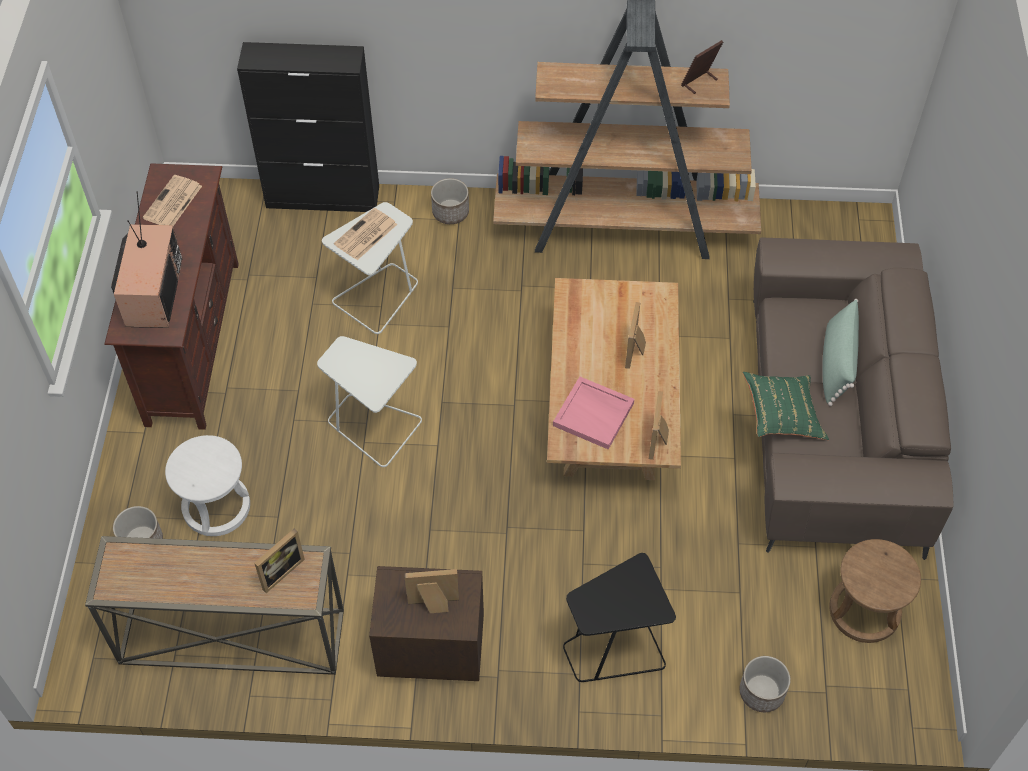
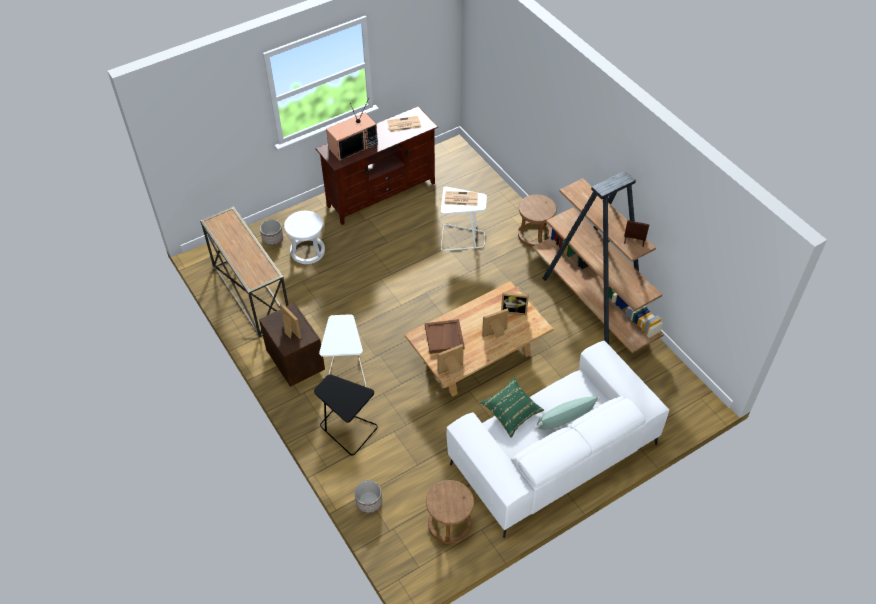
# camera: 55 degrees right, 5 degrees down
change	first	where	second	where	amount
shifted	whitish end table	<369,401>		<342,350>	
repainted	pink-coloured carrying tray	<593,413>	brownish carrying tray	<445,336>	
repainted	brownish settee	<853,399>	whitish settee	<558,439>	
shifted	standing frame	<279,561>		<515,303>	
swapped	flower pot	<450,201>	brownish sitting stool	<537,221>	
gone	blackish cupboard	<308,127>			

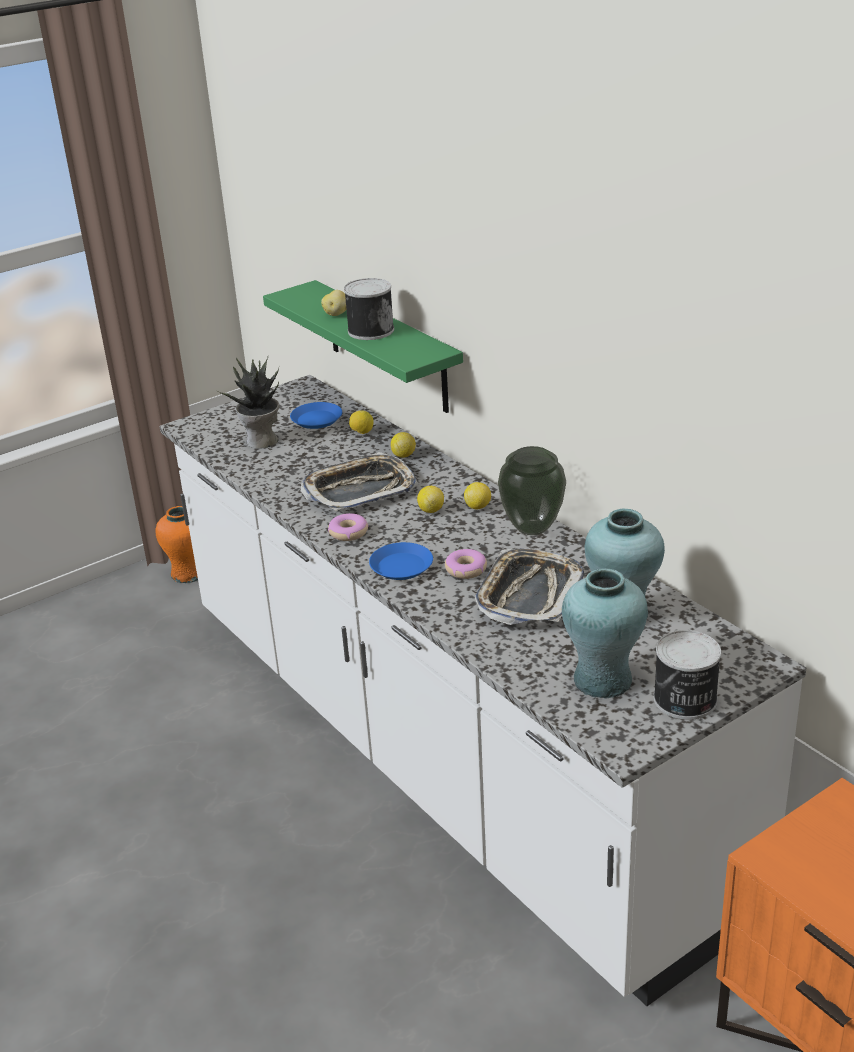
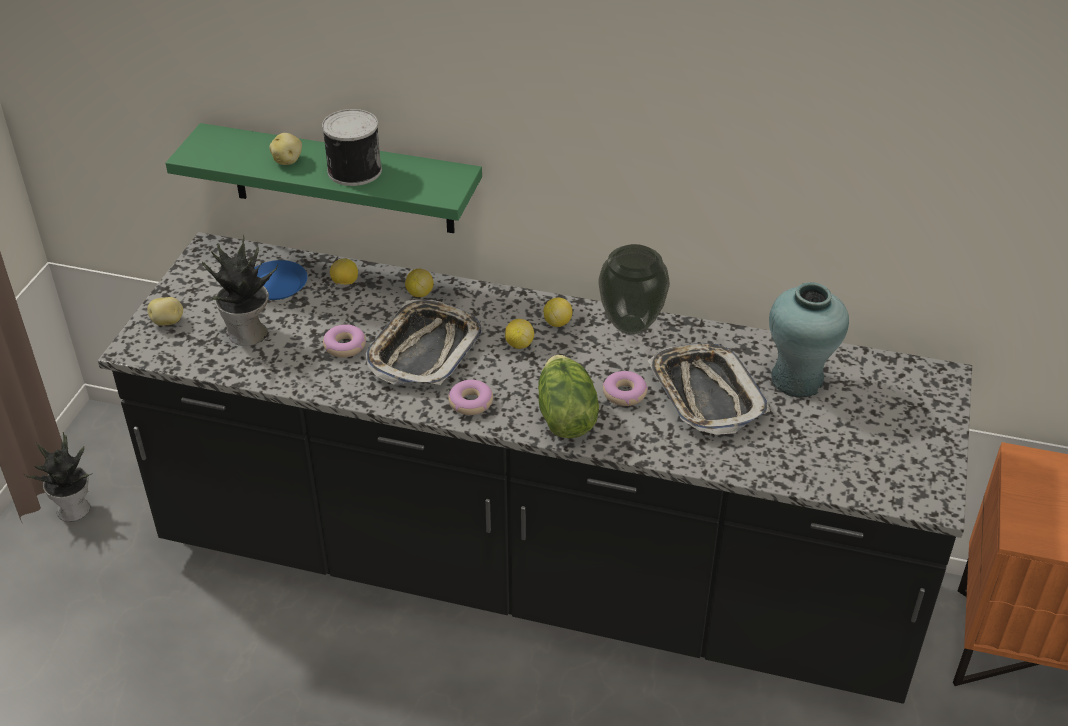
# camera: 40 degrees left, 10 degrees up
change	first	where	second	where	amount
swapped	orange vase	<176,545>	potted plant	<57,477>	
repainted	whitish kitchen counter	<483,690>	blackish kitchen counter	<535,468>	
new			whole potato	<165,311>	
new			doughnut	<344,341>	
swapped	blue plate	<401,561>	lettuce	<568,396>	
gone	turquoise-coloured vase	<605,633>			
gone	can	<687,675>			

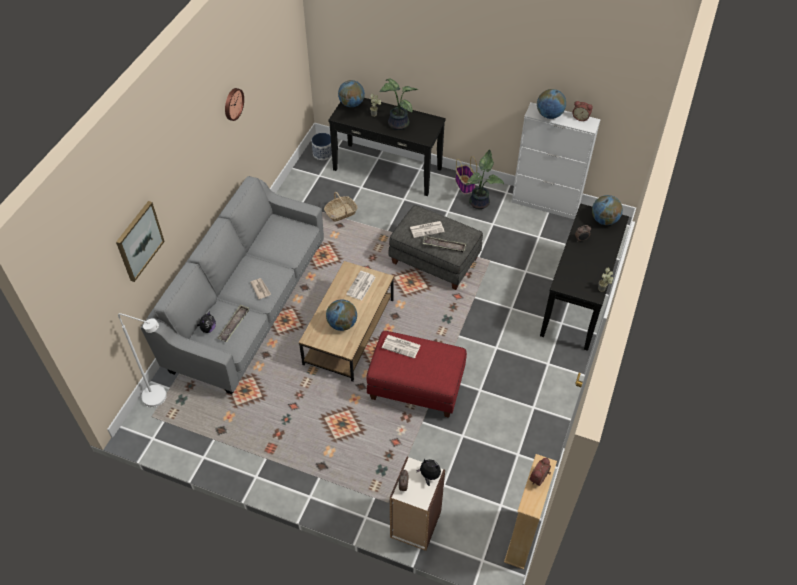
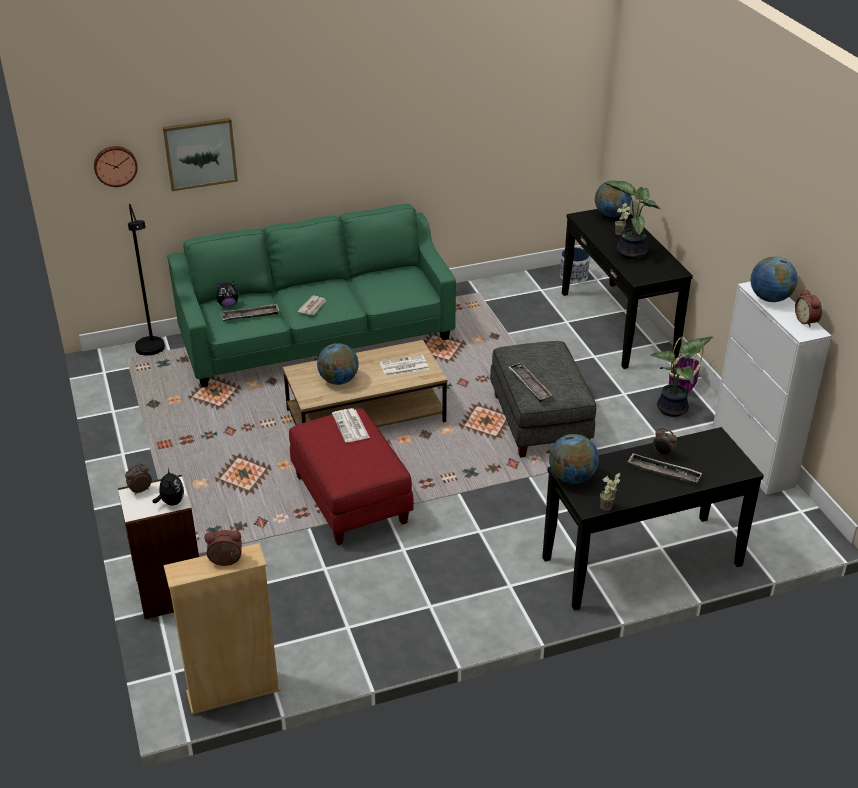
# camera: 50 degrees right, 15 degrees down
change	first	where	second	where	amount
shifted	wall clock	<234,104>		<116,166>	
repainted	whitish standard lamp	<142,360>	blackish standard lamp	<146,280>	
repainted	gray settee	<232,285>	greenish settee	<311,295>	
shifted	globe	<607,210>		<574,459>	
new			carrying tray	<665,468>	
gone	storage basket	<341,207>			
gone	daily paper	<427,229>			

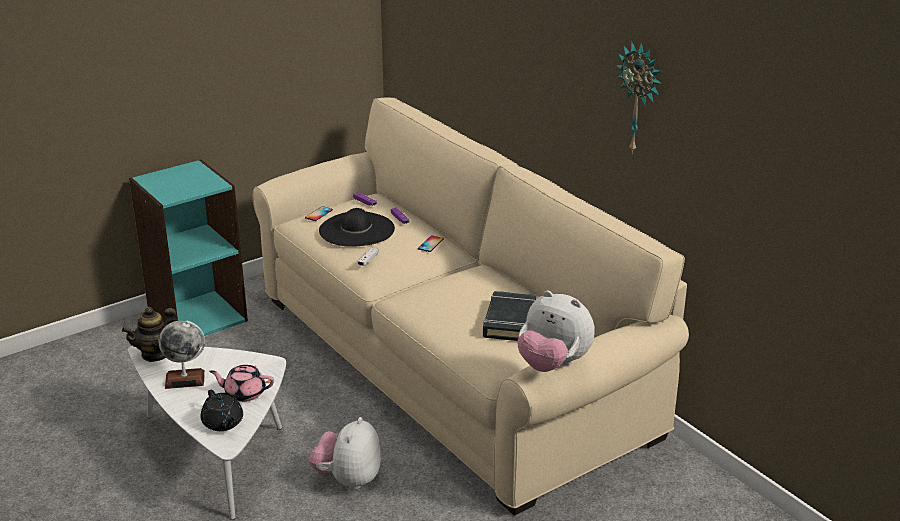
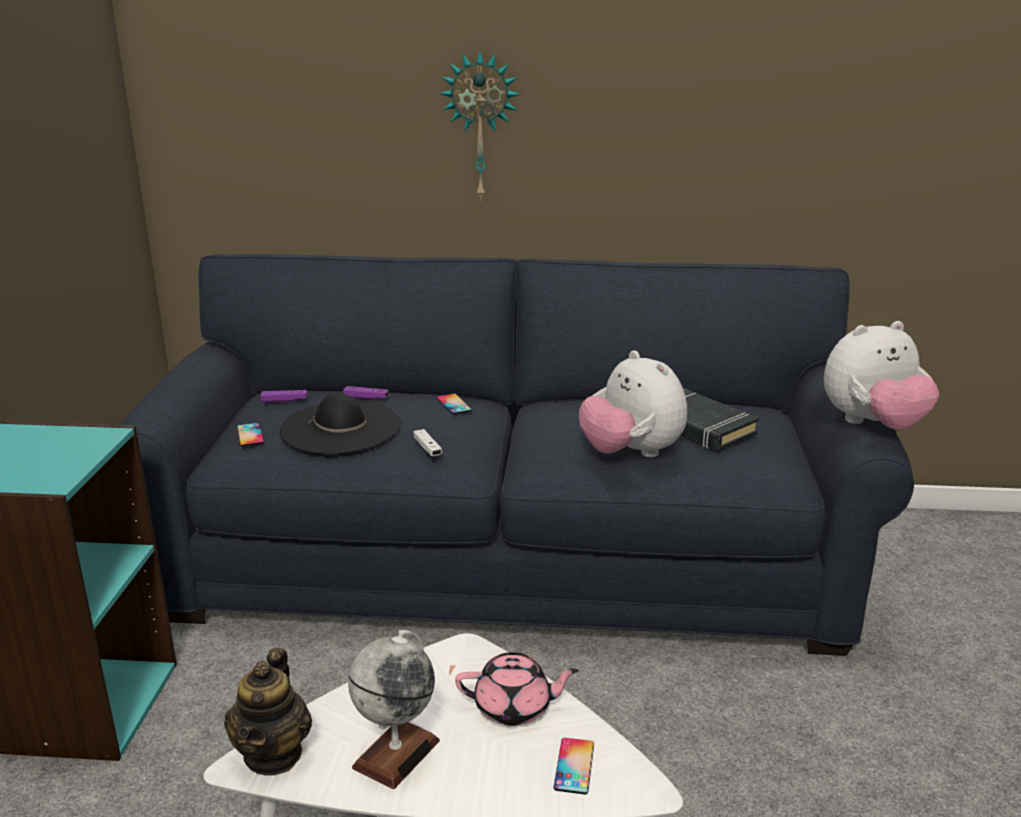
# camera: 50 degrees left, 5 degrees down
change	first	where	second	where	amount
repainted	beige-coloured settee	<470,306>	blue settee	<517,455>	
shifted	wall clock	<639,97>		<480,125>	
rotated	pink-coloured teapot	<241,383>		<517,689>	135 degrees counterclockwise
swapped	blackish teapot	<221,410>	telephone	<574,766>	
shifted	soft toy	<345,453>		<633,404>	

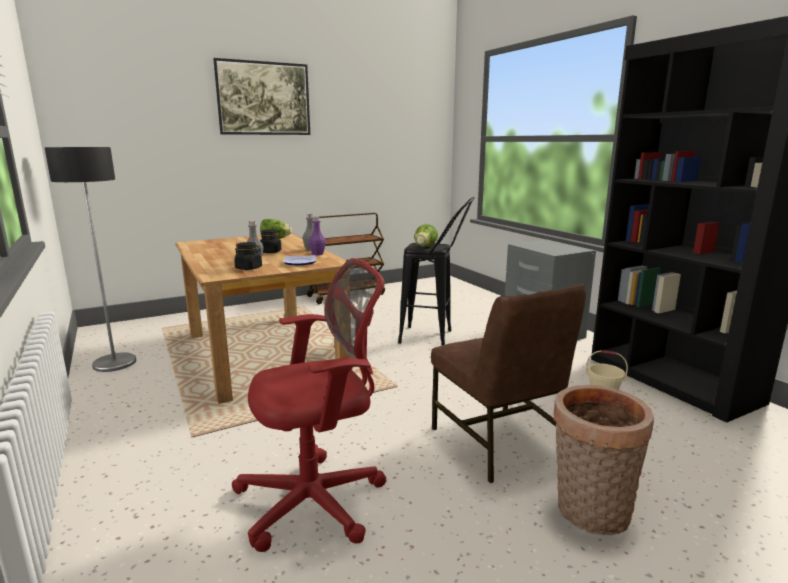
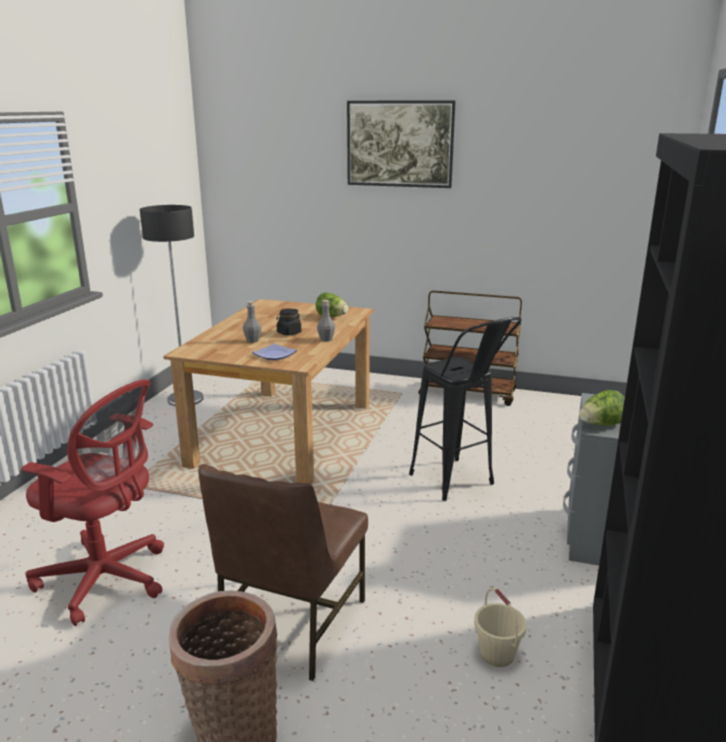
# camera: 45 degrees right, 5 degrees up
change	first	where	second	where	amount
shifted	lettuce	<426,235>		<602,408>	
gone	blackish jar	<248,256>			
gone	purple-coloured drink bottle	<317,236>			

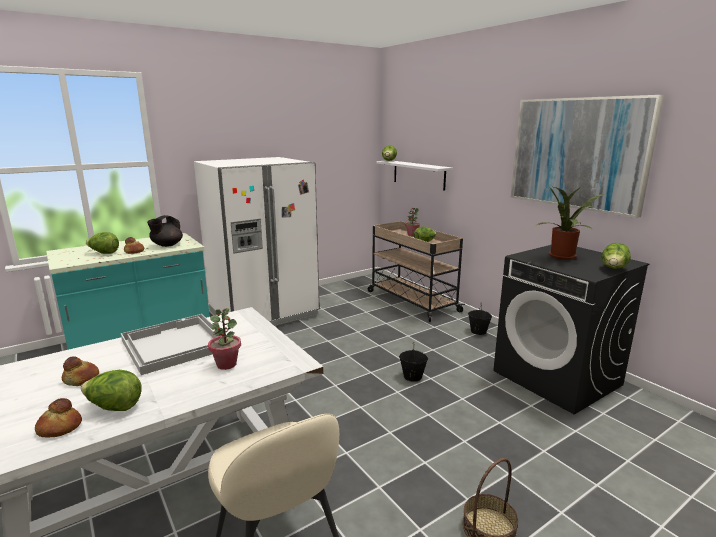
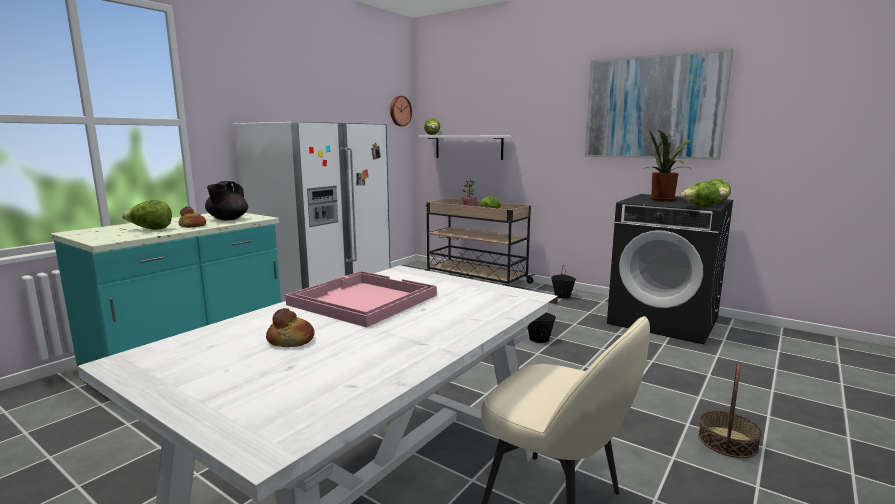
# camera: 20 degrees left, 5 degrees down
change	first	where	second	where	amount
repainted	whitish carrying tray	<171,344>	pink-coloured carrying tray	<361,299>	
new			wall clock	<401,111>	
shifted	lettuce	<111,390>		<700,194>	
gone	bakery bread	<58,417>			
gone	potted plant	<224,339>			

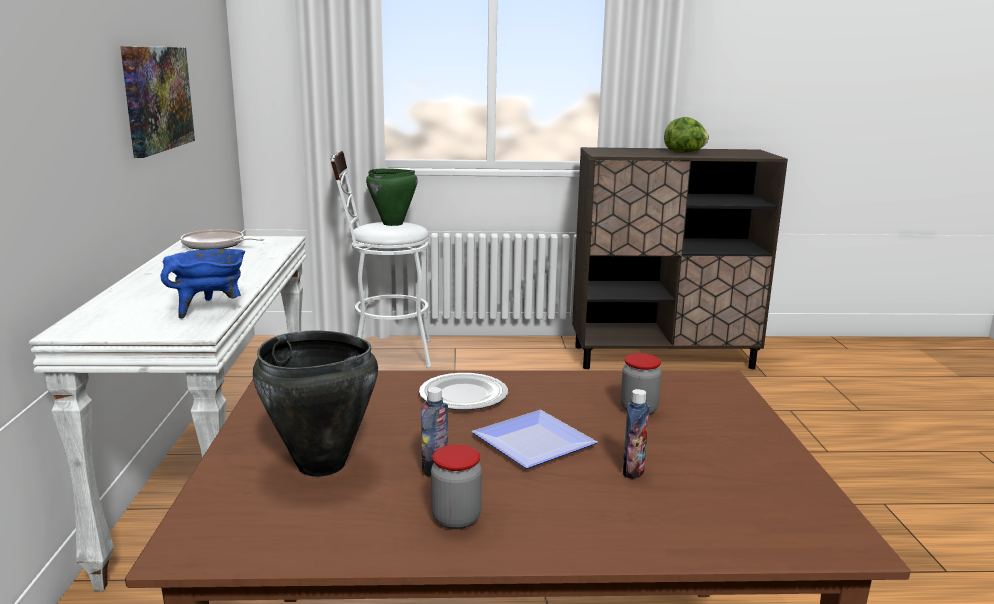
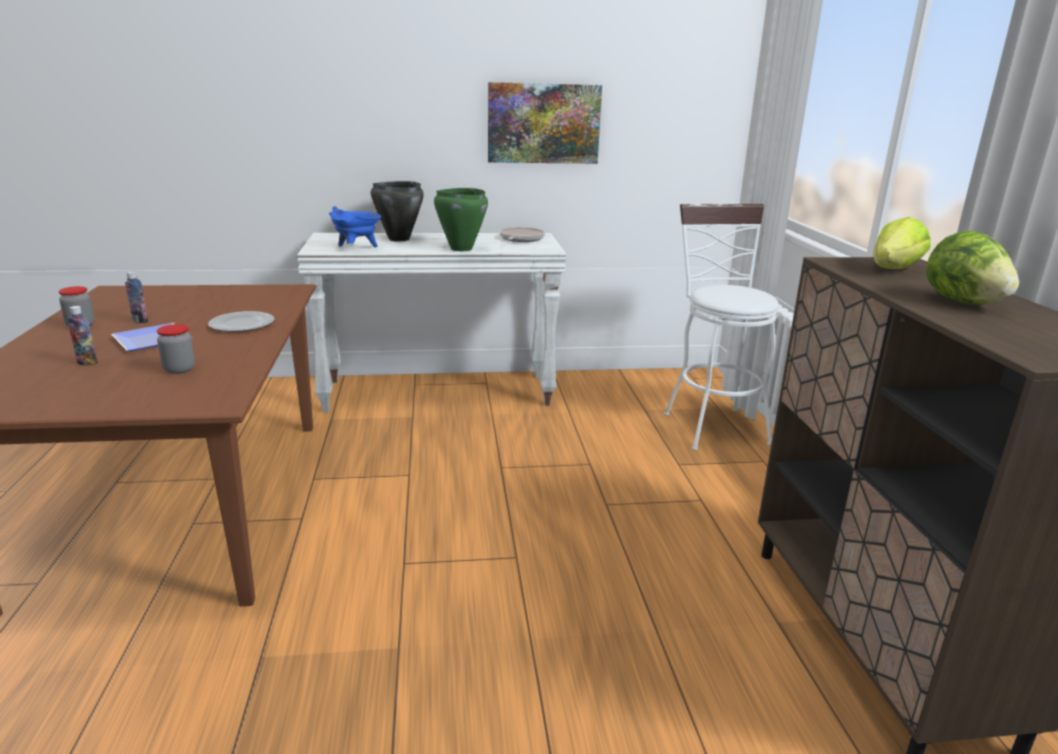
# camera: 85 degrees right, 5 degrees up
change	first	where	second	where	amount
shifted	blackish saucepot	<315,404>		<397,211>	
shifted	greenish saucepot	<392,197>		<461,219>	
new			lettuce	<901,243>	

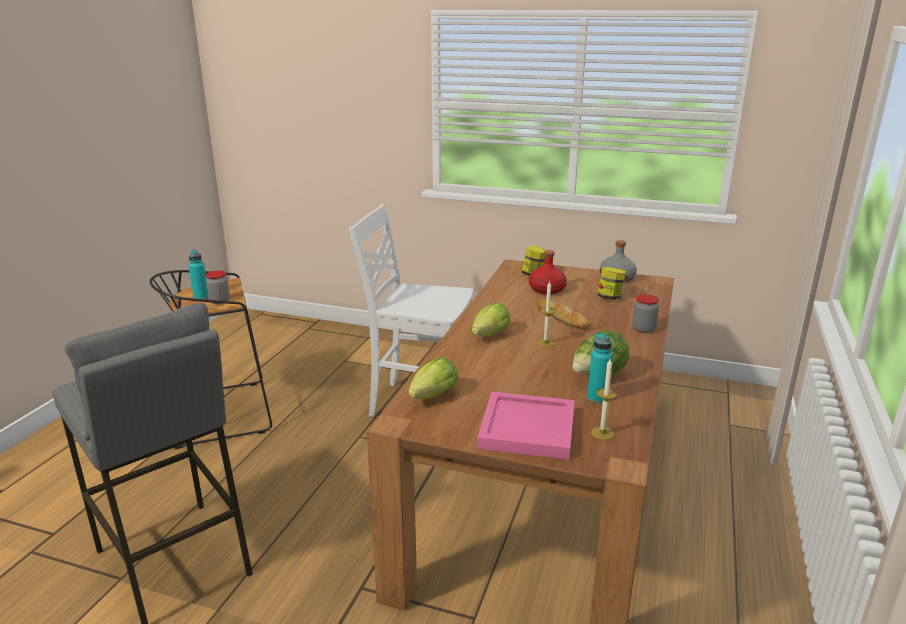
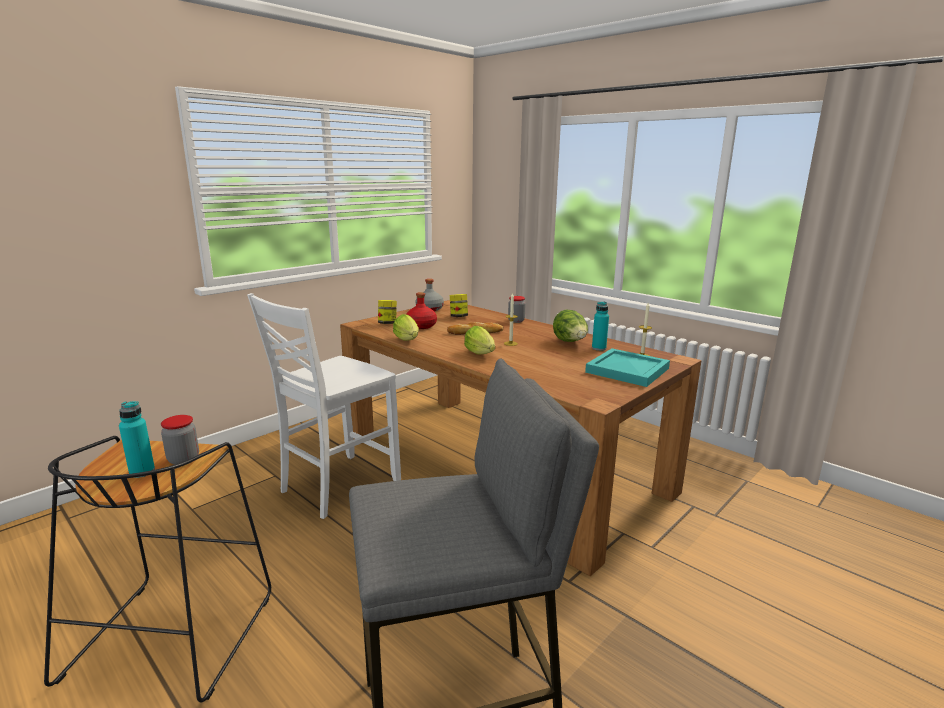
# camera: 65 degrees left, 5 degrees down
change	first	where	second	where	amount
shifted	lettuce	<433,378>		<406,327>	
repainted	pink-coloured carrying tray	<526,425>	turquoise-coloured carrying tray	<627,367>	

